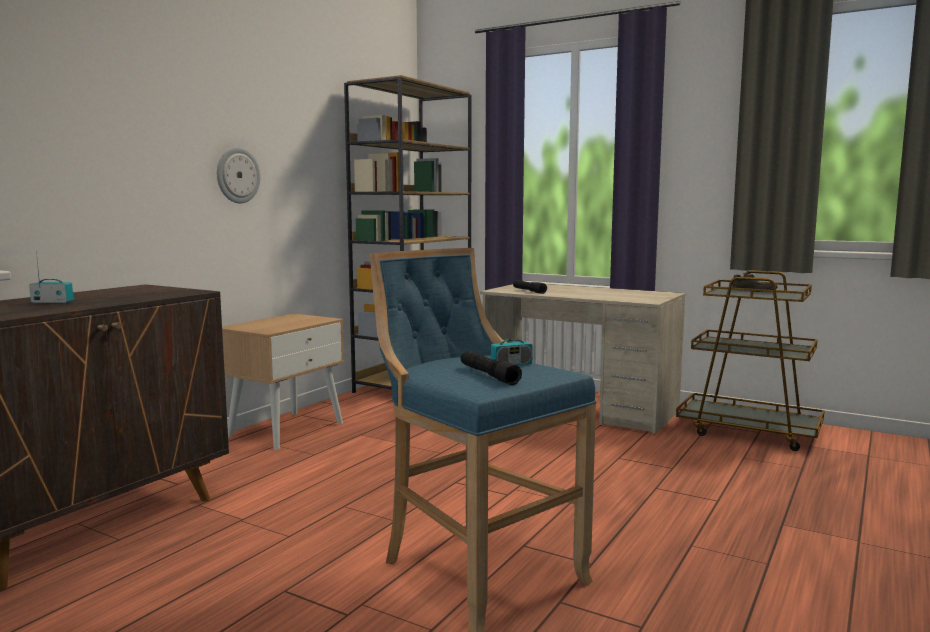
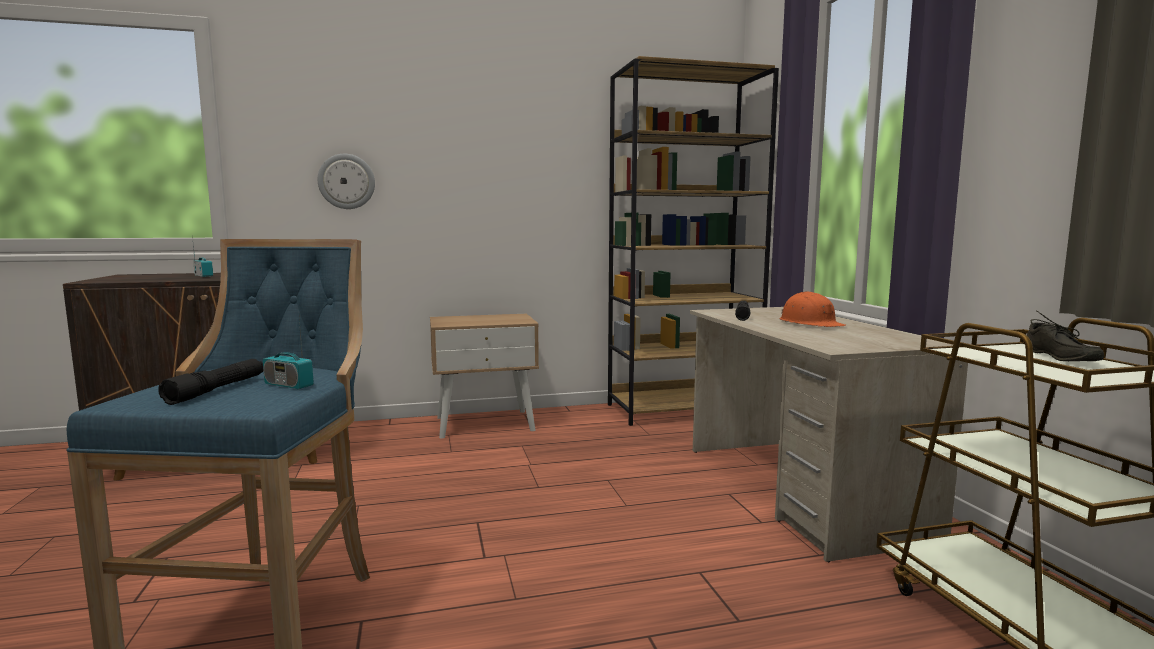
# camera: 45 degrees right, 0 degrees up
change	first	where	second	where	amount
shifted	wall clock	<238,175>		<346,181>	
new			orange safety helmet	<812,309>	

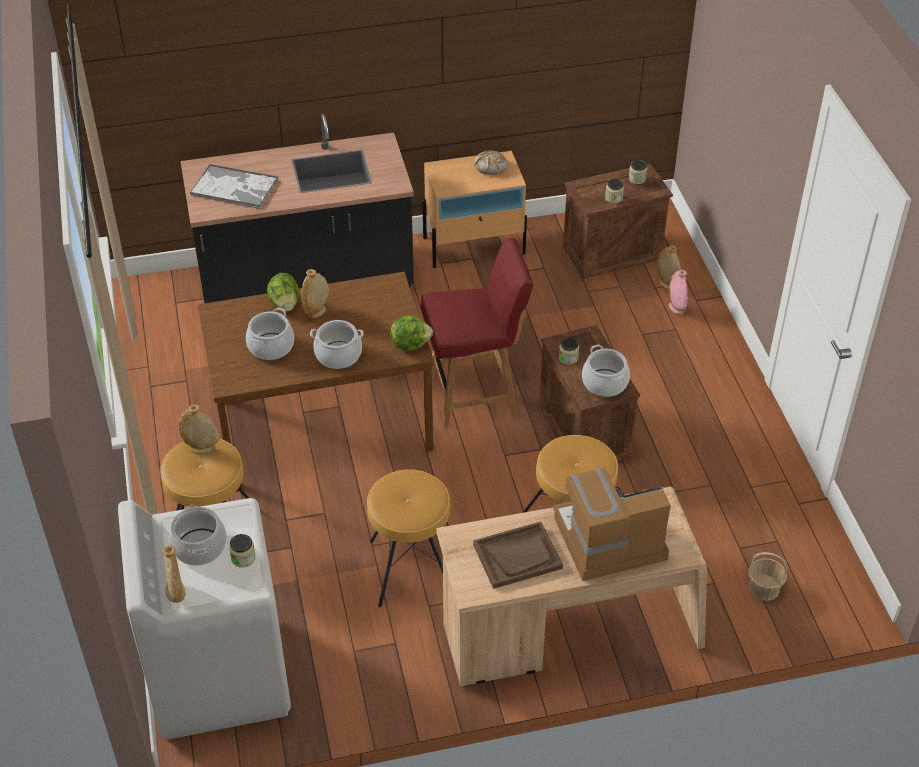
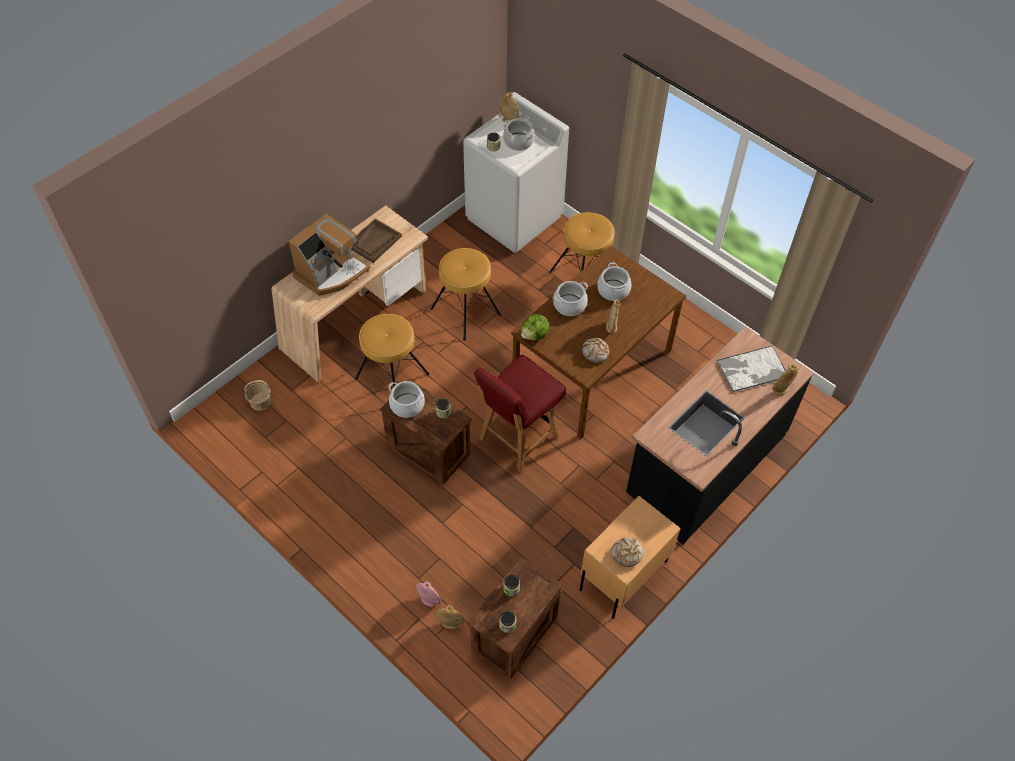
# camera: 145 degrees right, 10 degrees up
change	first	where	second	where	amount
new			bakery bread	<595,350>	
shifted	beige-coloured vase	<199,429>		<785,380>	
gone	lettuce	<283,292>			

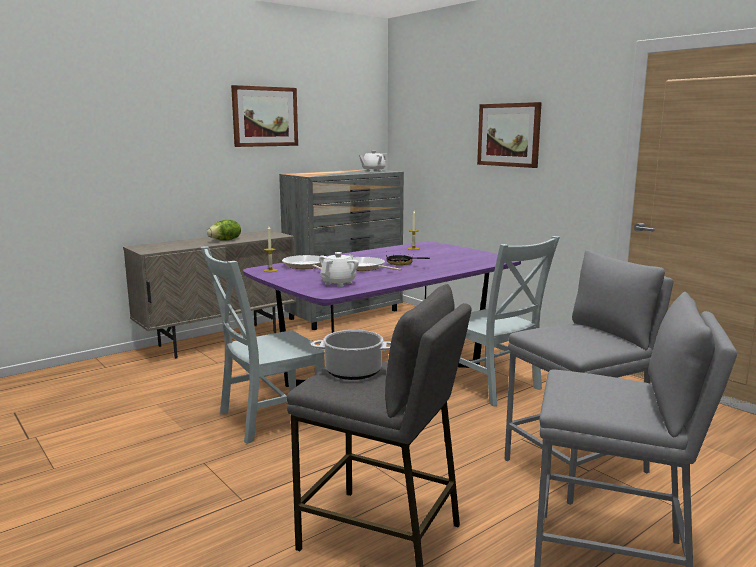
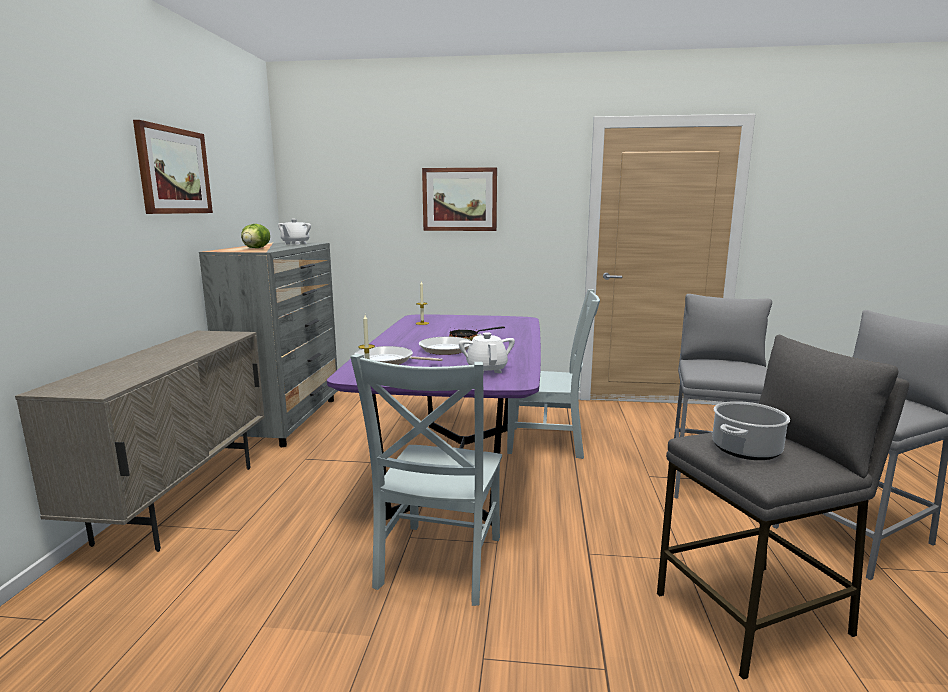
# camera: 45 degrees left, 0 degrees up
change	first	where	second	where	amount
shifted	lettuce	<224,230>		<255,236>	

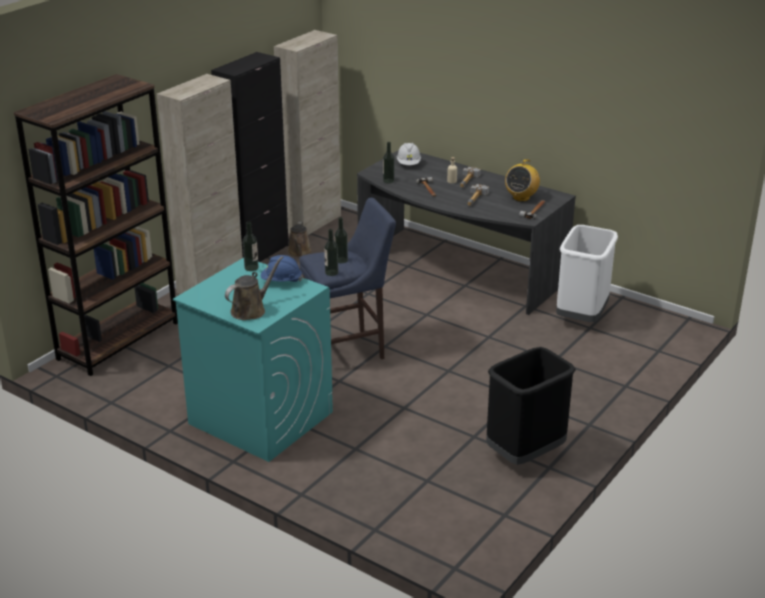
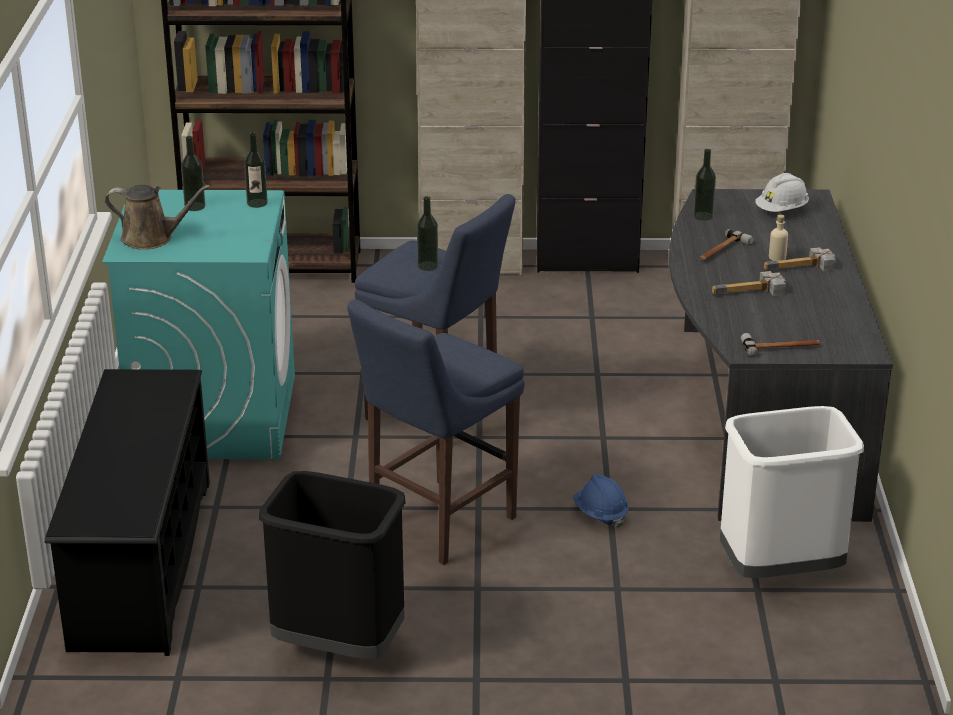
# camera: 55 degrees right, 0 degrees up
change	first	where	second	where	amount
new			blackish shoe stand	<127,512>	
shifted	drink bottle	<331,252>		<193,173>	
new			blue sitting stool	<436,432>	
shifted	blue safety helmet	<281,268>		<601,501>	
gone	brownish watering pot	<299,239>			
gone	radio	<522,180>			

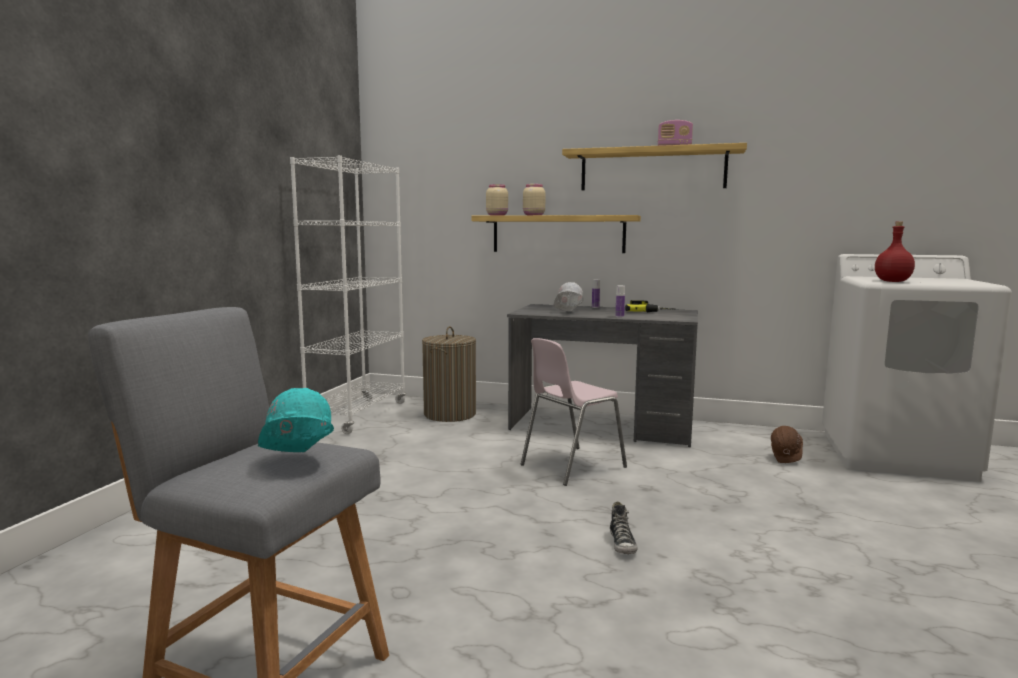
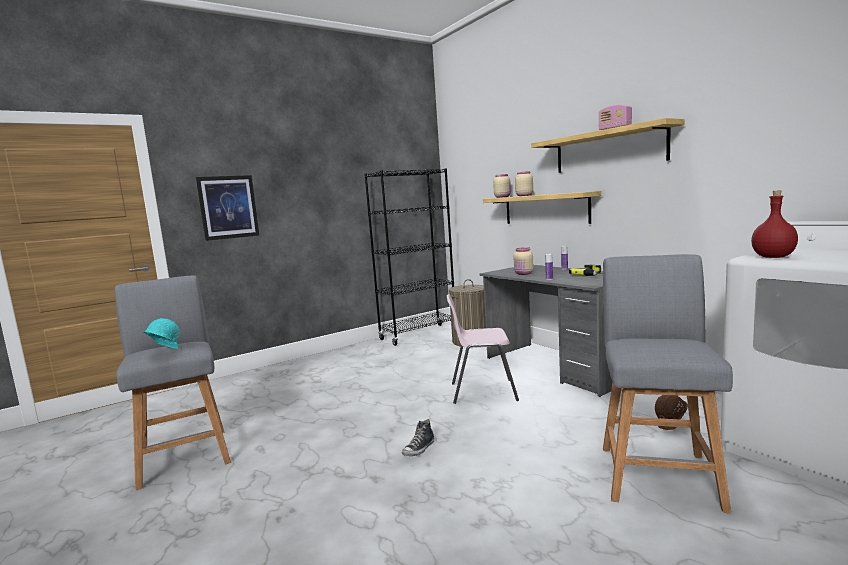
# camera: 40 degrees right, 0 degrees up
change	first	where	second	where	amount
new			wall art	<227,208>	
repainted	whitish shelving unit	<348,294>	blackish shelving unit	<409,257>	
swapped	whitish safety helmet	<568,297>	beige-coloured jar	<523,261>	
new			gray sitting stool	<668,383>	

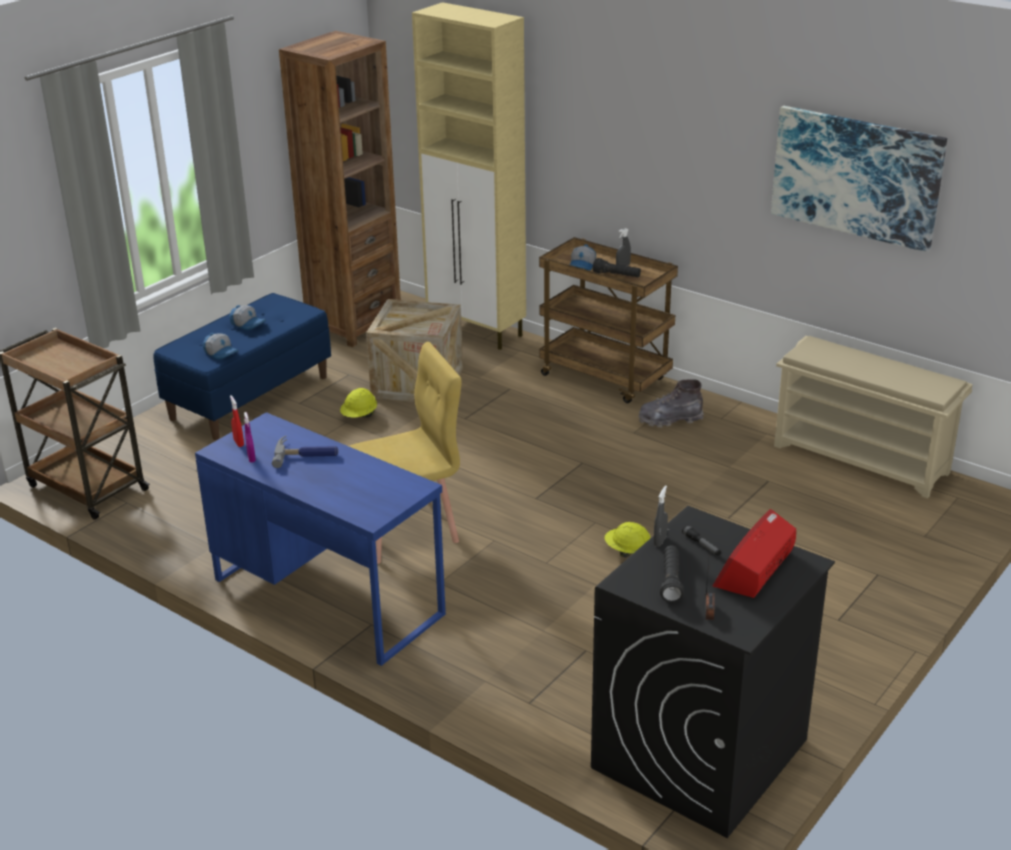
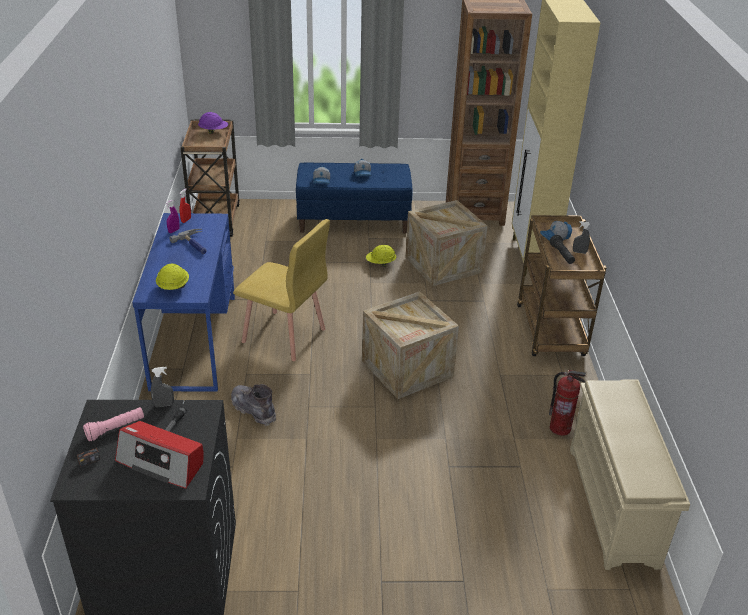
# camera: 50 degrees right, 5 degrees up
change	first	where	second	where	amount
repainted	blackish torch	<672,574>	pink-coloured torch	<113,424>	
rotated	radio	<754,553>		<159,455>	150 degrees counterclockwise
shifted	yellowish safety helmet	<627,540>		<172,277>	
new			purple-coloured safety helmet	<213,123>	
shifted	gray tall boot	<671,403>		<253,405>	
new			shipping crate	<410,345>	
new			extinguisher	<567,402>	
gone	wall art	<859,179>			

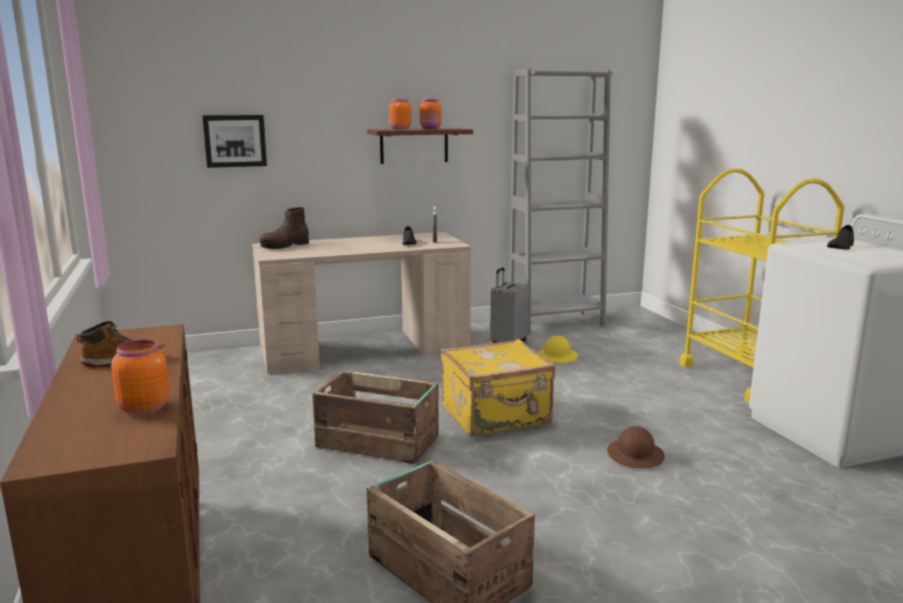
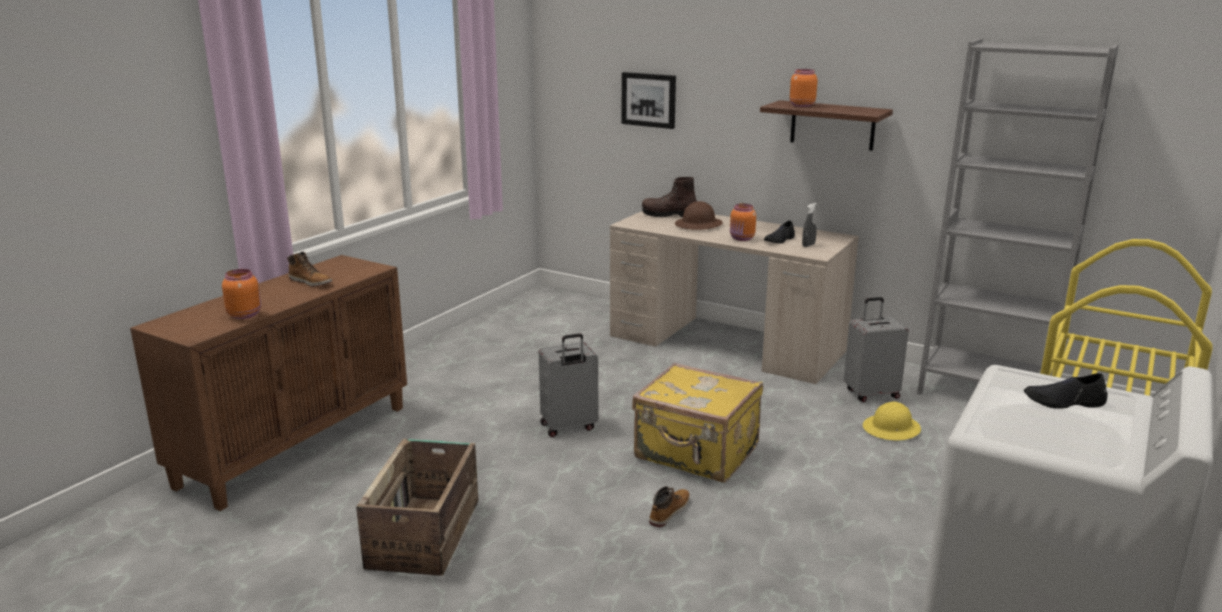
# camera: 50 degrees right, 5 degrees up
change	first	where	second	where	amount
swapped	shipping crate	<375,417>	gray piece of luggage	<569,385>	
new			tall boot	<669,506>	
shifted	brownish safety helmet	<636,447>		<699,215>	
shifted	orange jar	<430,114>		<743,222>	

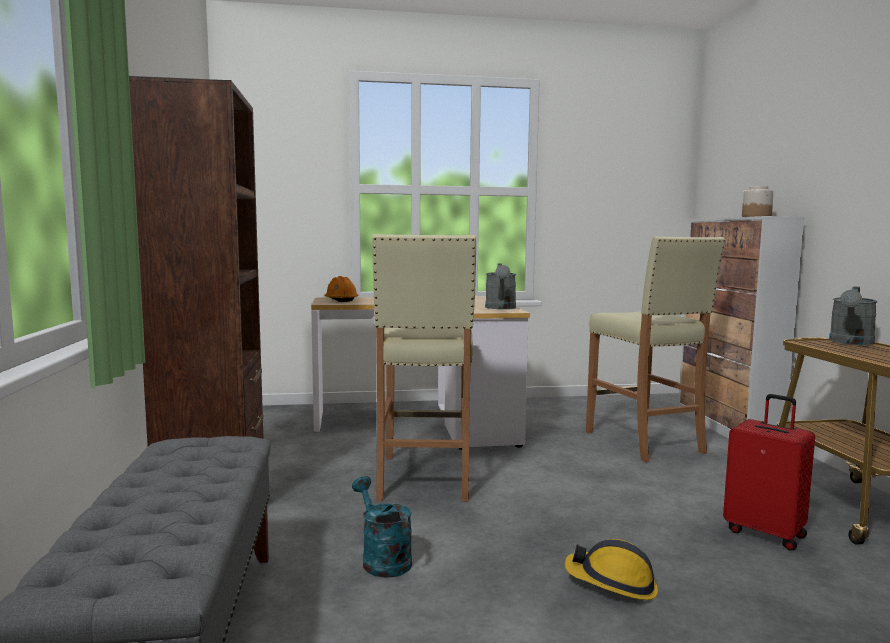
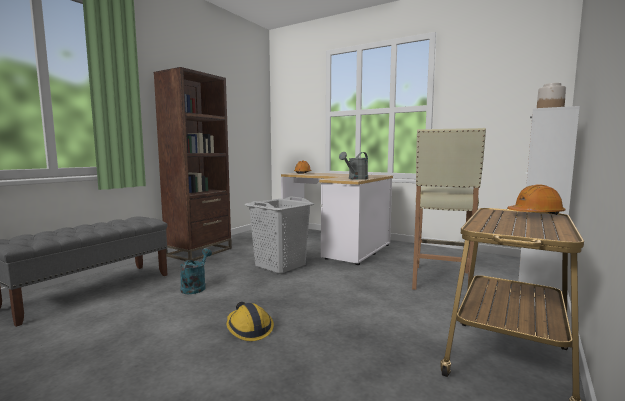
# camera: 40 degrees right, 0 degrees up
change	first	where	second	where	amount
swapped	beige-coloured sitting stool	<424,368>	gray hamper	<279,235>	
swapped	gray watering pot	<853,315>	orange safety helmet	<536,199>	
gone	red piece of luggage	<769,472>			

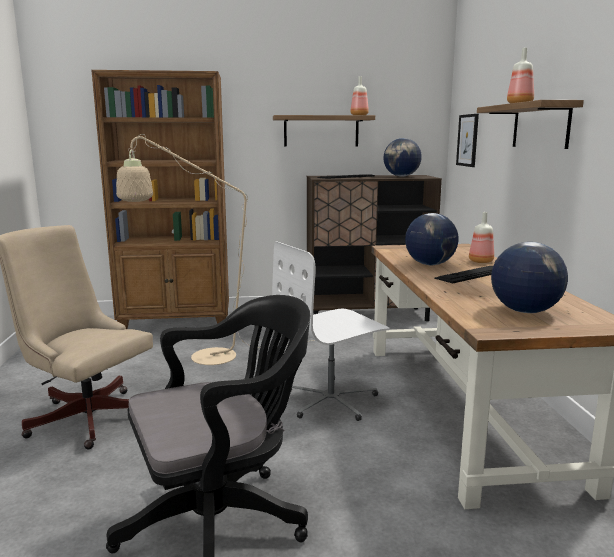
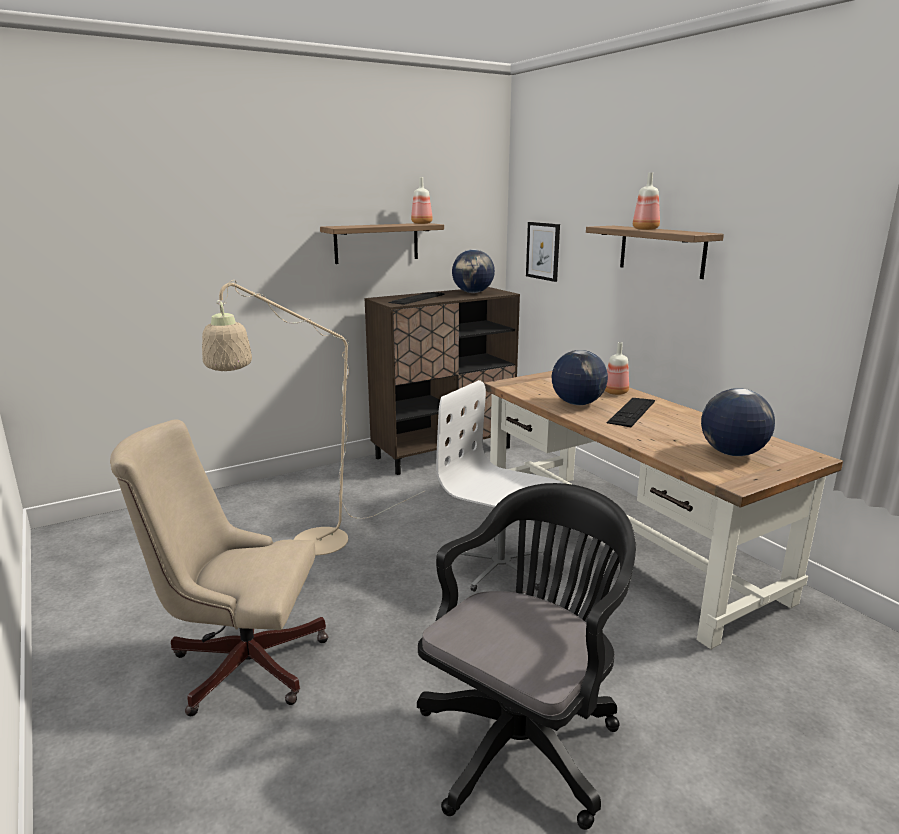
# camera: 25 degrees left, 5 degrees up
change	first	where	second	where	amount
rotated	whitish computer chair	<331,331>		<499,486>	90 degrees clockwise
gone	brownish shelving unit	<160,199>			

